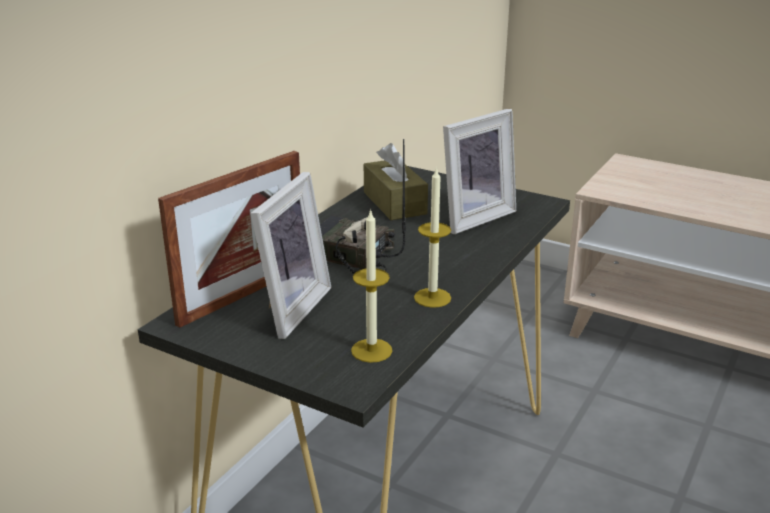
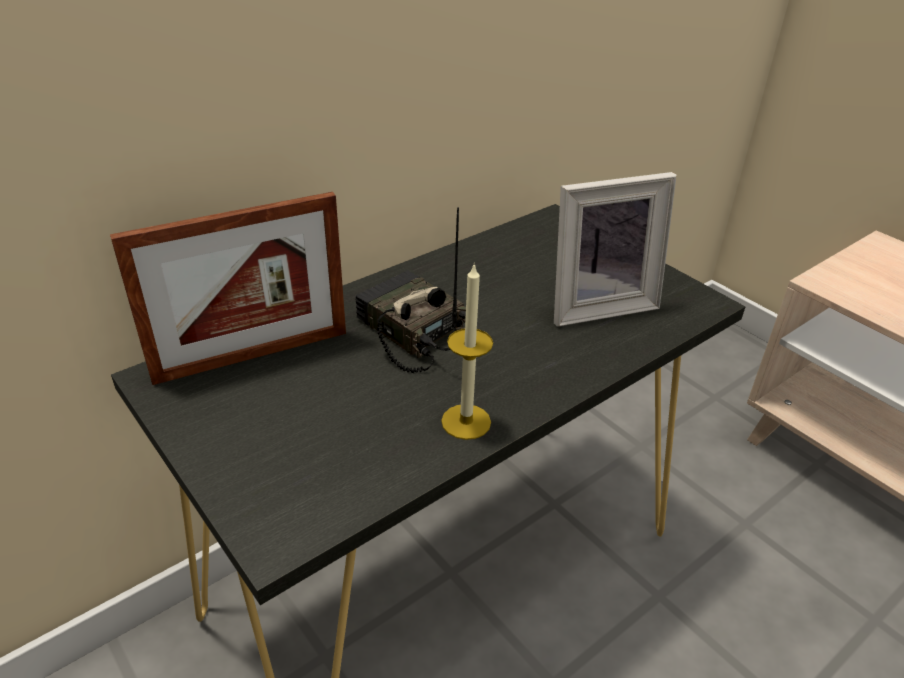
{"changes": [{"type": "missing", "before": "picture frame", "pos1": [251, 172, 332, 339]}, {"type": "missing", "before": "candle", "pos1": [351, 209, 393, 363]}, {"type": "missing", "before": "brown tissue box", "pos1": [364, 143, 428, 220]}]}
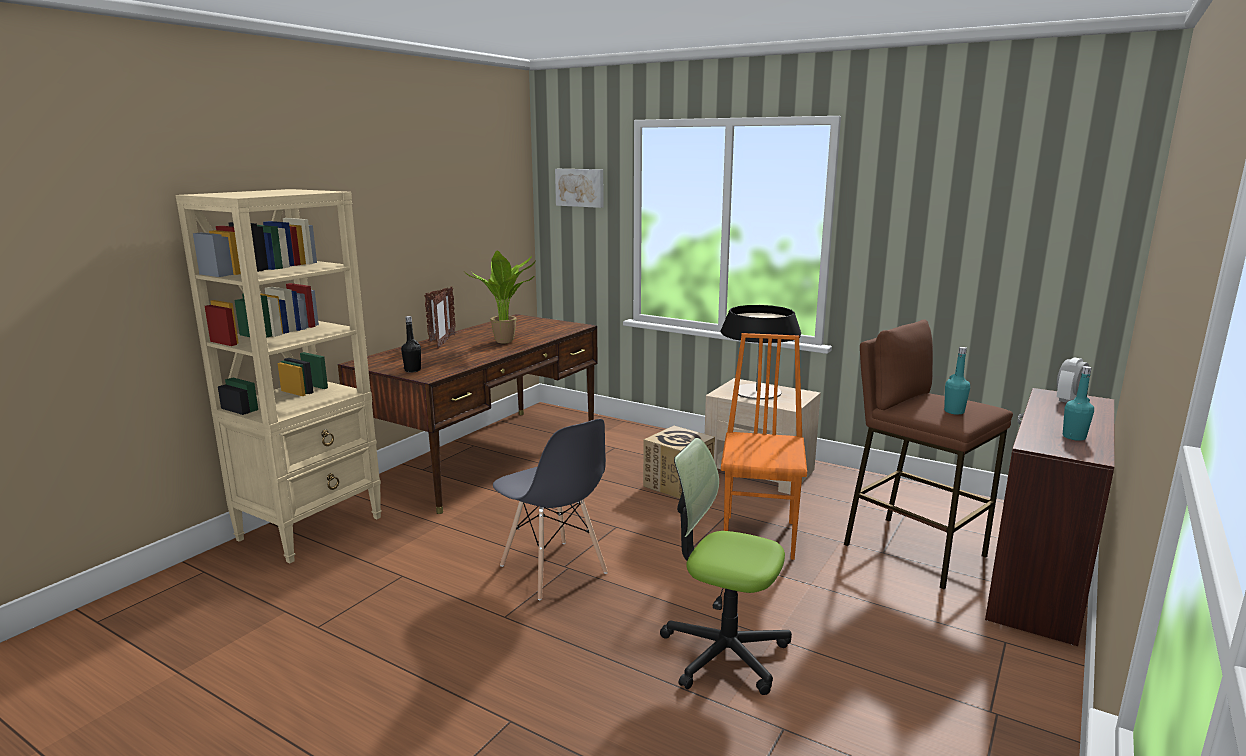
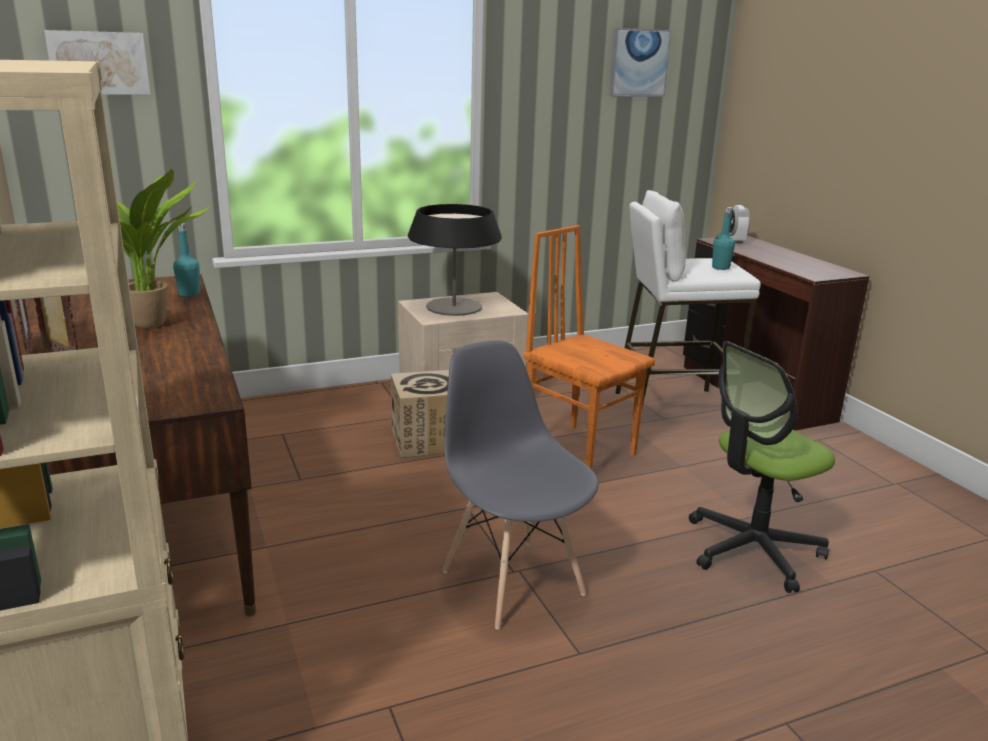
{"changes": [{"type": "relocated", "before": "turquoise bottle", "pos1": [1063, 366, 1094, 441], "pos2": [173, 223, 200, 297]}, {"type": "spun", "before": "grey chair", "pos1": [493, 419, 608, 600], "pos2": [443, 340, 599, 630], "turn": -120}, {"type": "appeared", "after": "picture", "pos2": [609, 28, 671, 97]}, {"type": "colour", "before": "brown stool", "after": "white stool", "pos1": [844, 320, 1013, 589], "pos2": [615, 190, 761, 407]}, {"type": "missing", "before": "black bottle", "pos1": [401, 316, 421, 373]}]}
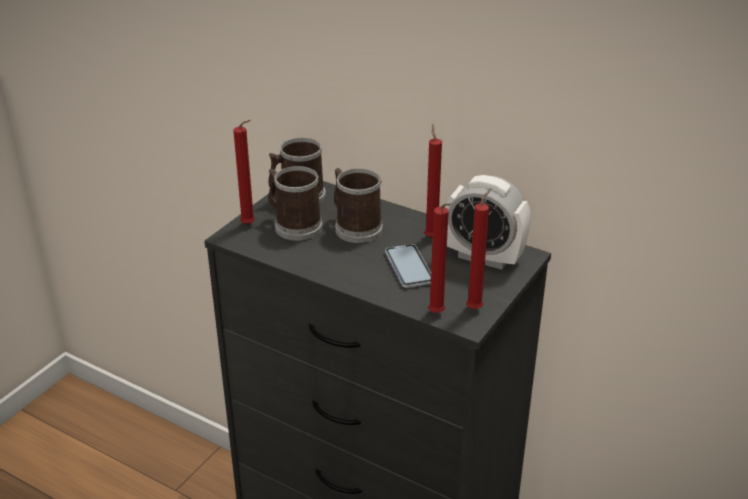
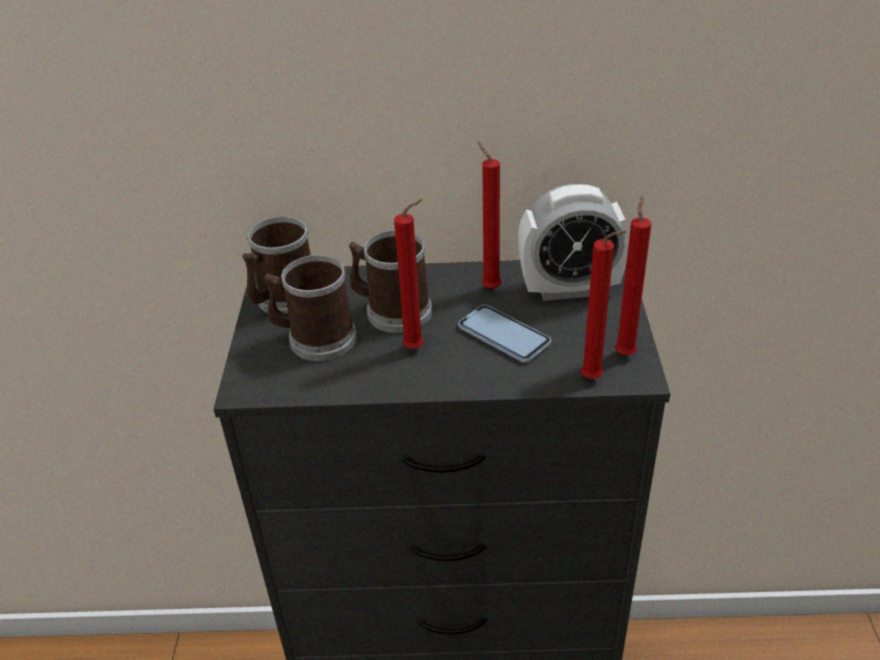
{"changes": [{"type": "relocated", "before": "red candle", "pos1": [233, 120, 255, 225], "pos2": [394, 199, 424, 349]}]}
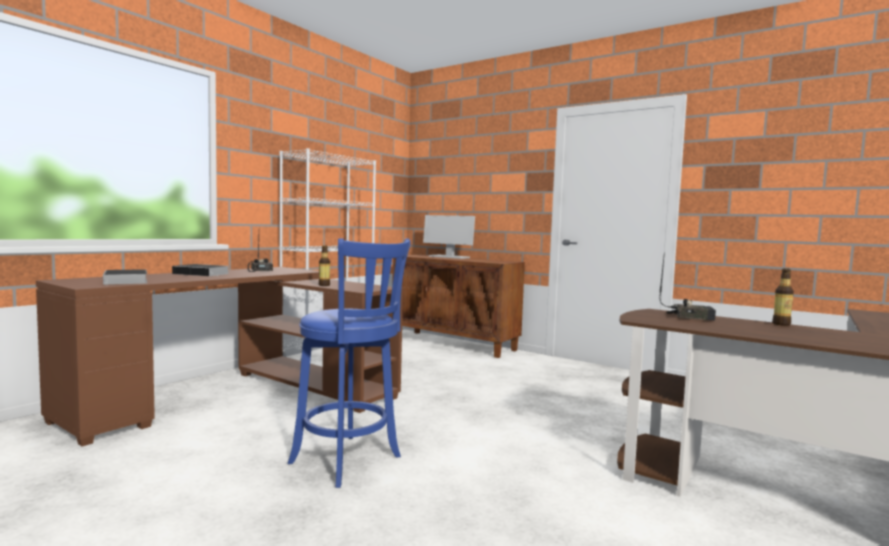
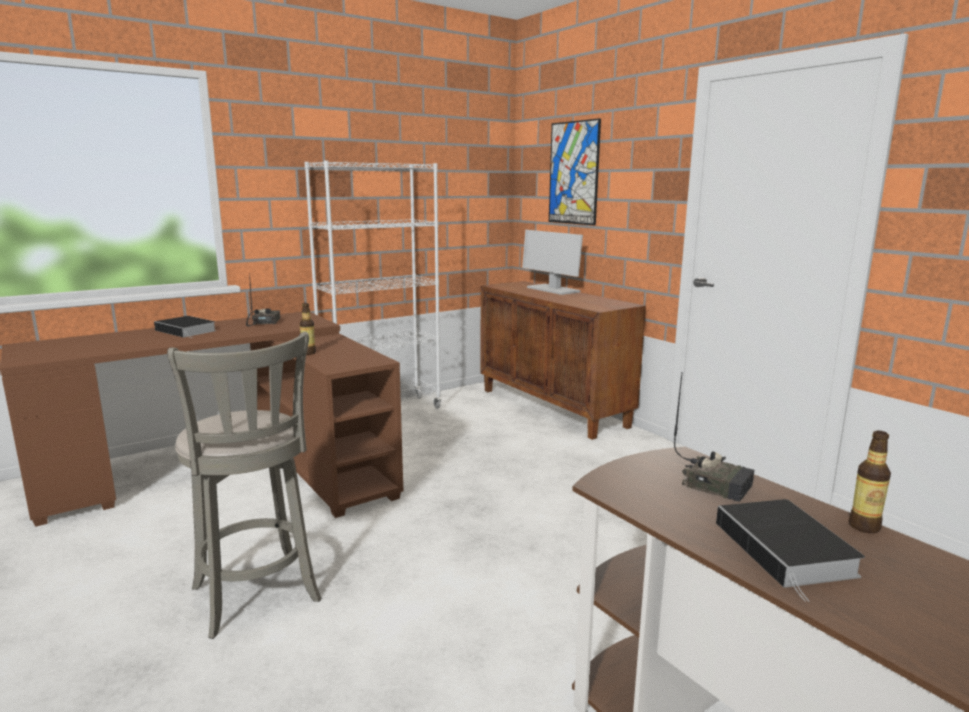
{"changes": [{"type": "colour", "before": "blue stool", "after": "grey stool", "pos1": [288, 238, 411, 488], "pos2": [167, 331, 321, 639]}, {"type": "appeared", "after": "picture", "pos2": [549, 118, 601, 225]}, {"type": "relocated", "before": "book", "pos1": [103, 269, 147, 285], "pos2": [716, 499, 865, 602]}]}
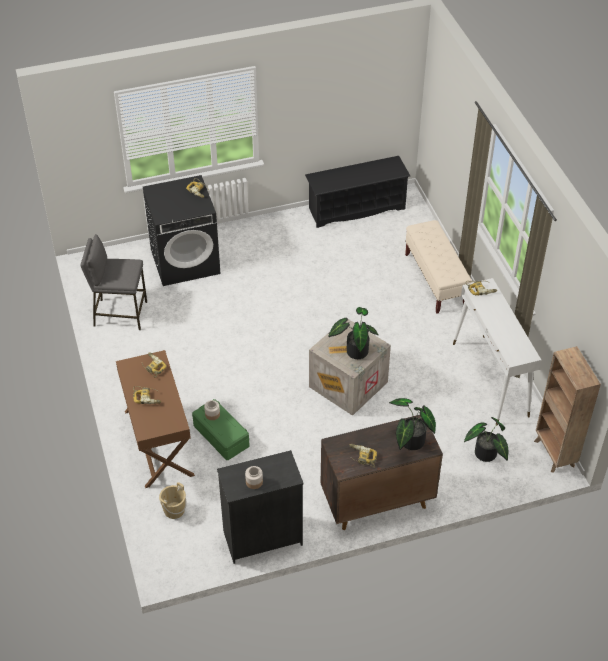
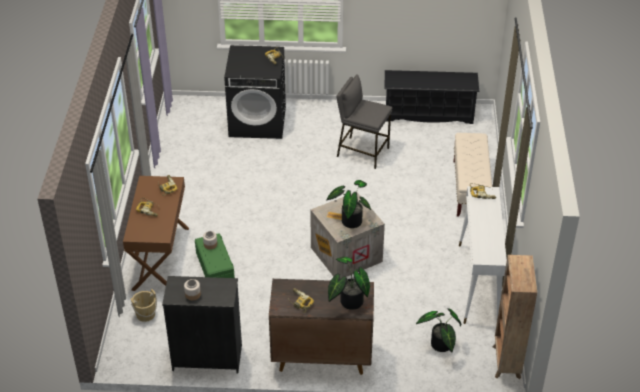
{"changes": [{"type": "relocated", "before": "grey stool", "pos1": [80, 234, 147, 330], "pos2": [336, 74, 392, 169]}]}
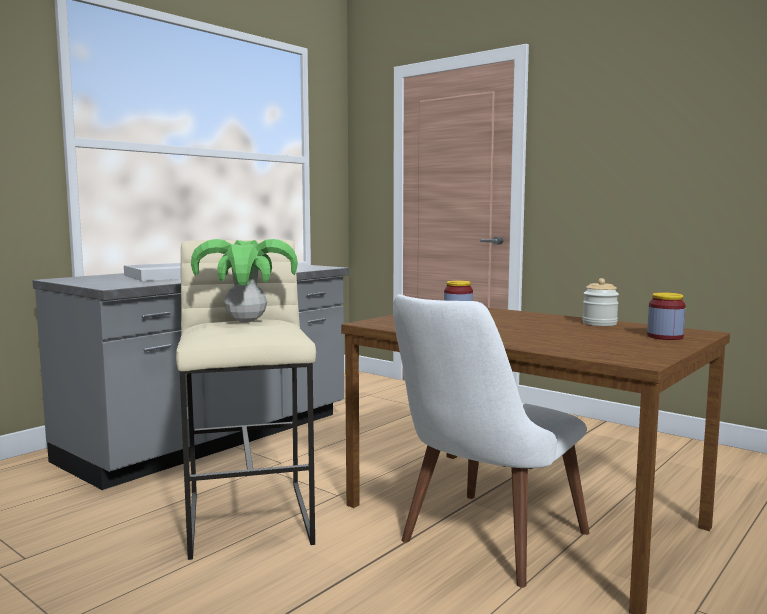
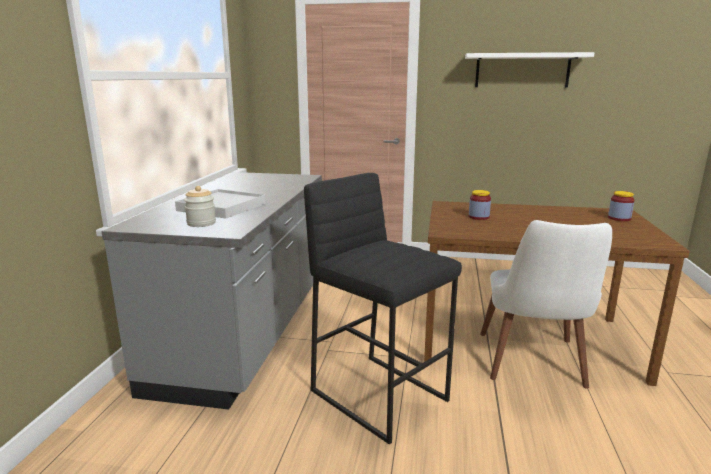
{"changes": [{"type": "relocated", "before": "jar", "pos1": [582, 278, 619, 326], "pos2": [184, 186, 216, 227]}, {"type": "colour", "before": "beige stool", "after": "black stool", "pos1": [176, 240, 316, 560], "pos2": [304, 173, 462, 445]}, {"type": "appeared", "after": "white shelf", "pos2": [465, 52, 595, 88]}, {"type": "missing", "before": "potted plant", "pos1": [191, 239, 298, 322]}]}
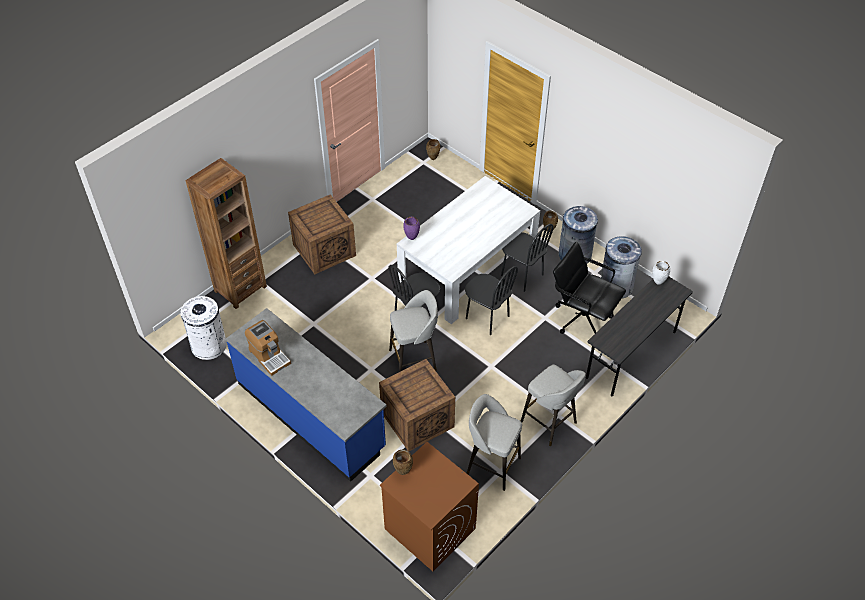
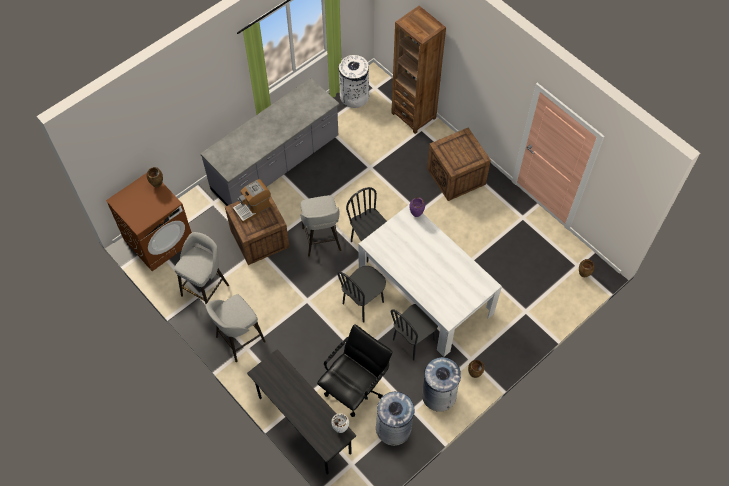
{"changes": [{"type": "colour", "before": "blue counter", "after": "grey counter", "pos1": [226, 308, 387, 482], "pos2": [200, 78, 339, 206]}, {"type": "relocated", "before": "coffee machine", "pos1": [245, 320, 291, 376], "pos2": [233, 179, 272, 223]}]}
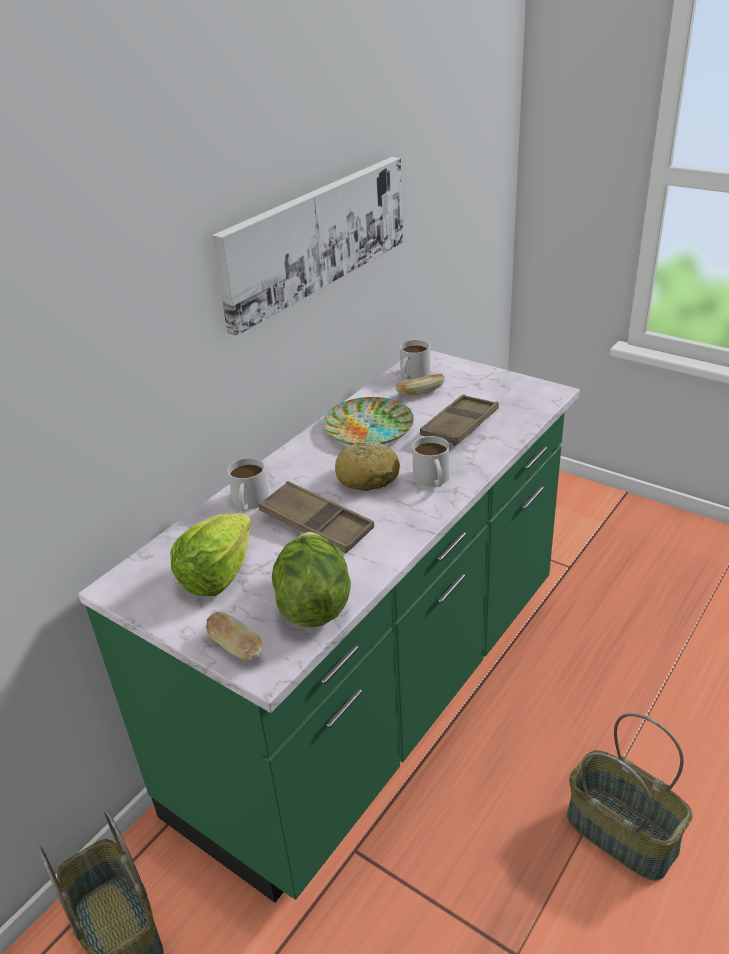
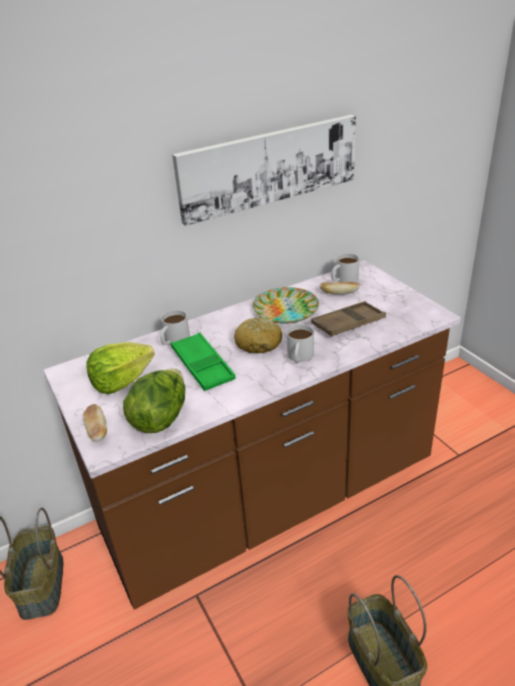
{"changes": [{"type": "colour", "before": "green counter", "after": "brown counter", "pos1": [78, 350, 580, 903], "pos2": [43, 260, 461, 610]}, {"type": "colour", "before": "brown tray", "after": "green tray", "pos1": [258, 481, 374, 554], "pos2": [171, 332, 236, 391]}]}
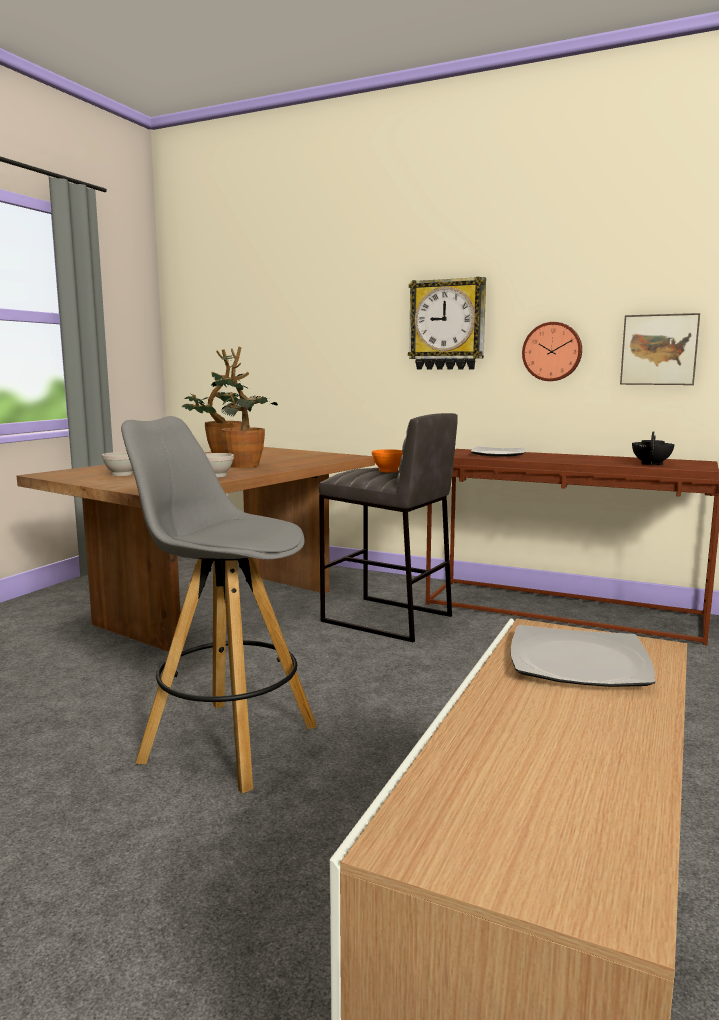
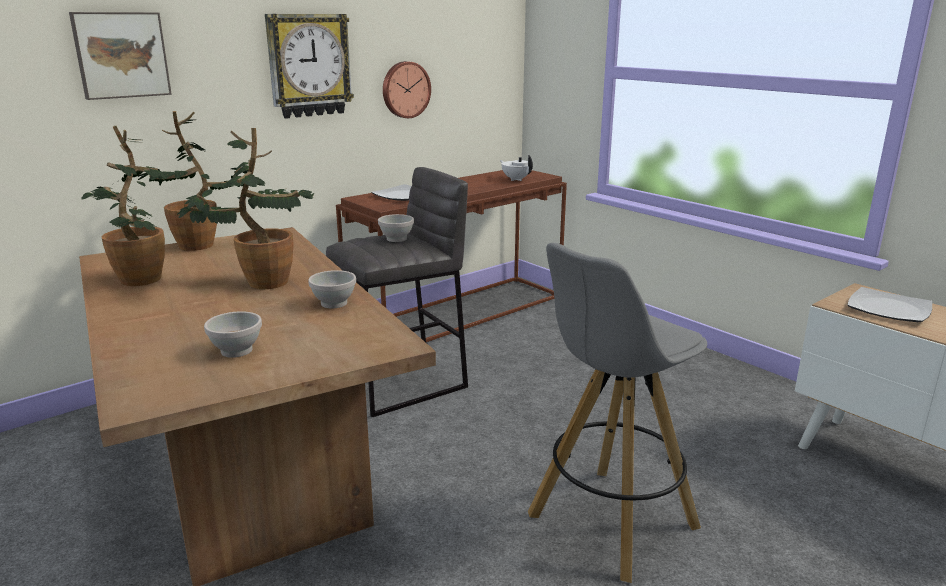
{"changes": [{"type": "relocated", "before": "picture", "pos1": [620, 313, 700, 385], "pos2": [69, 12, 172, 100]}, {"type": "appeared", "after": "potted plant", "pos2": [137, 111, 248, 251]}, {"type": "colour", "before": "orange bowl", "after": "white bowl", "pos1": [372, 449, 403, 473], "pos2": [378, 214, 414, 242]}, {"type": "colour", "before": "black teapot", "after": "white teapot", "pos1": [632, 431, 674, 466], "pos2": [500, 155, 533, 181]}]}
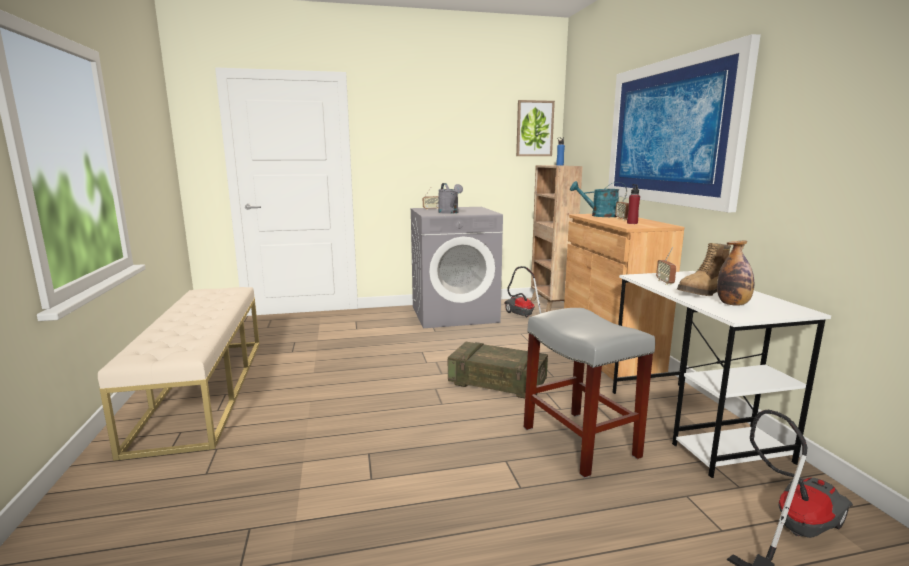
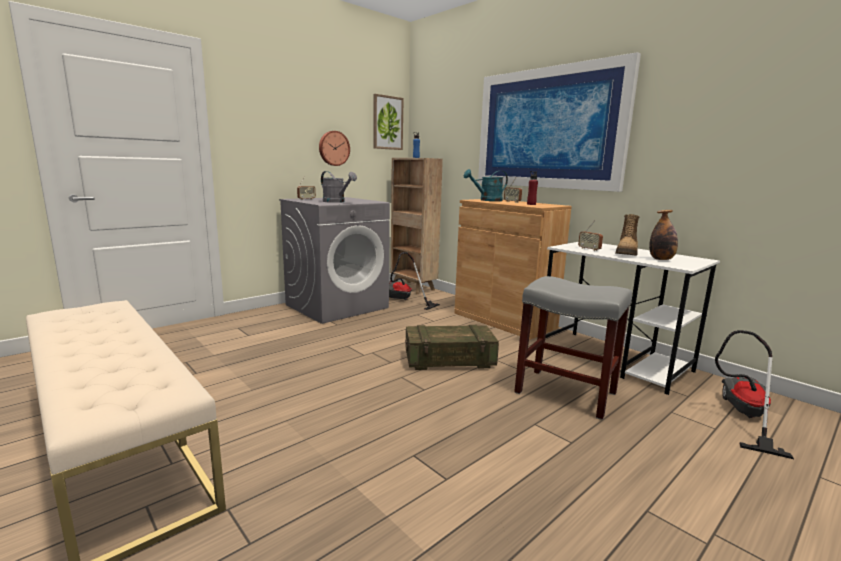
{"changes": [{"type": "appeared", "after": "wall clock", "pos2": [319, 131, 350, 166]}]}
